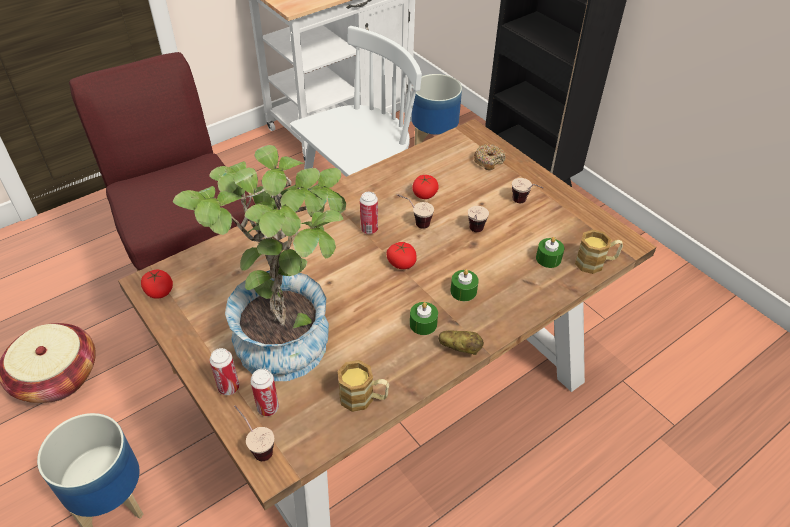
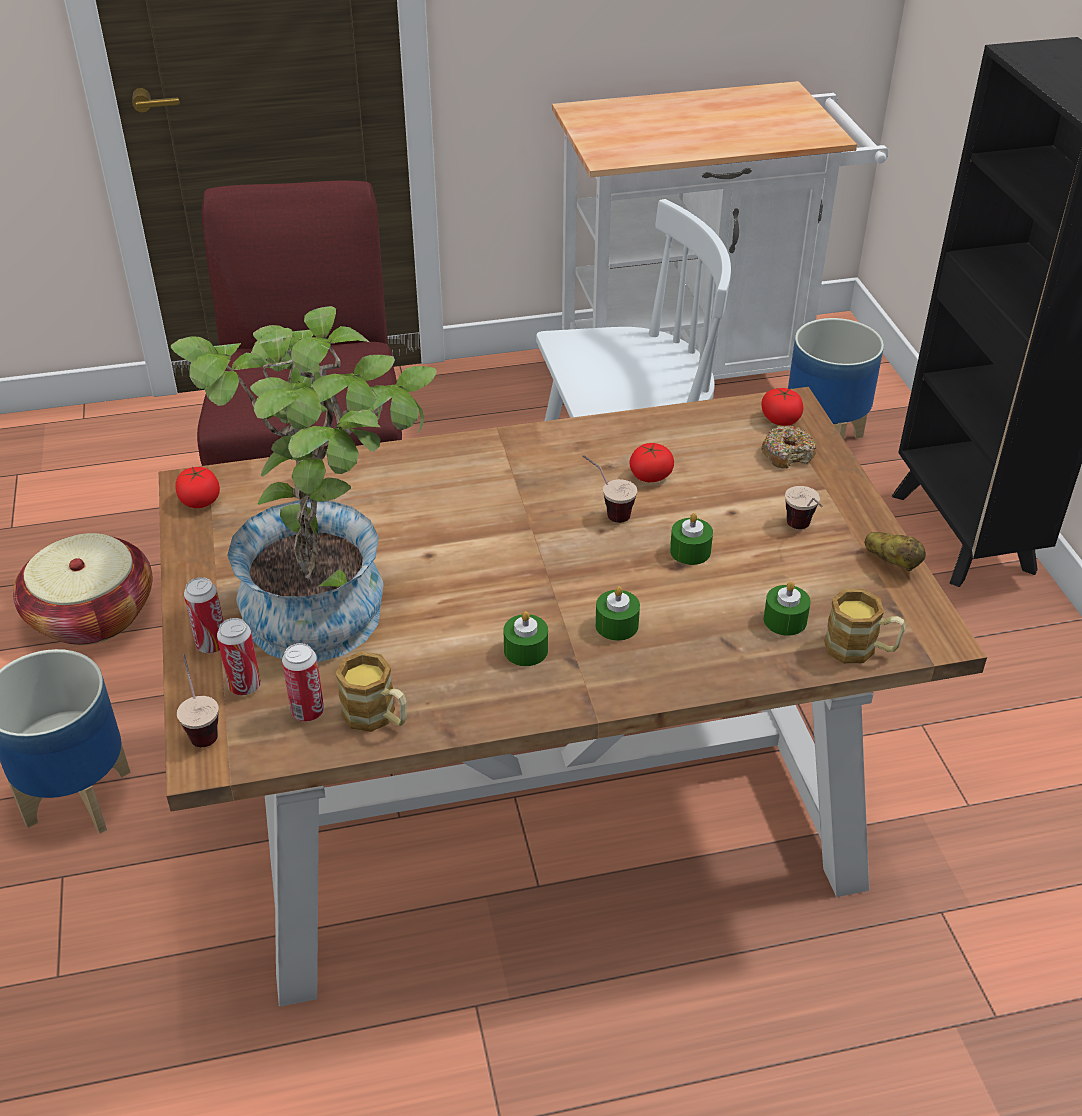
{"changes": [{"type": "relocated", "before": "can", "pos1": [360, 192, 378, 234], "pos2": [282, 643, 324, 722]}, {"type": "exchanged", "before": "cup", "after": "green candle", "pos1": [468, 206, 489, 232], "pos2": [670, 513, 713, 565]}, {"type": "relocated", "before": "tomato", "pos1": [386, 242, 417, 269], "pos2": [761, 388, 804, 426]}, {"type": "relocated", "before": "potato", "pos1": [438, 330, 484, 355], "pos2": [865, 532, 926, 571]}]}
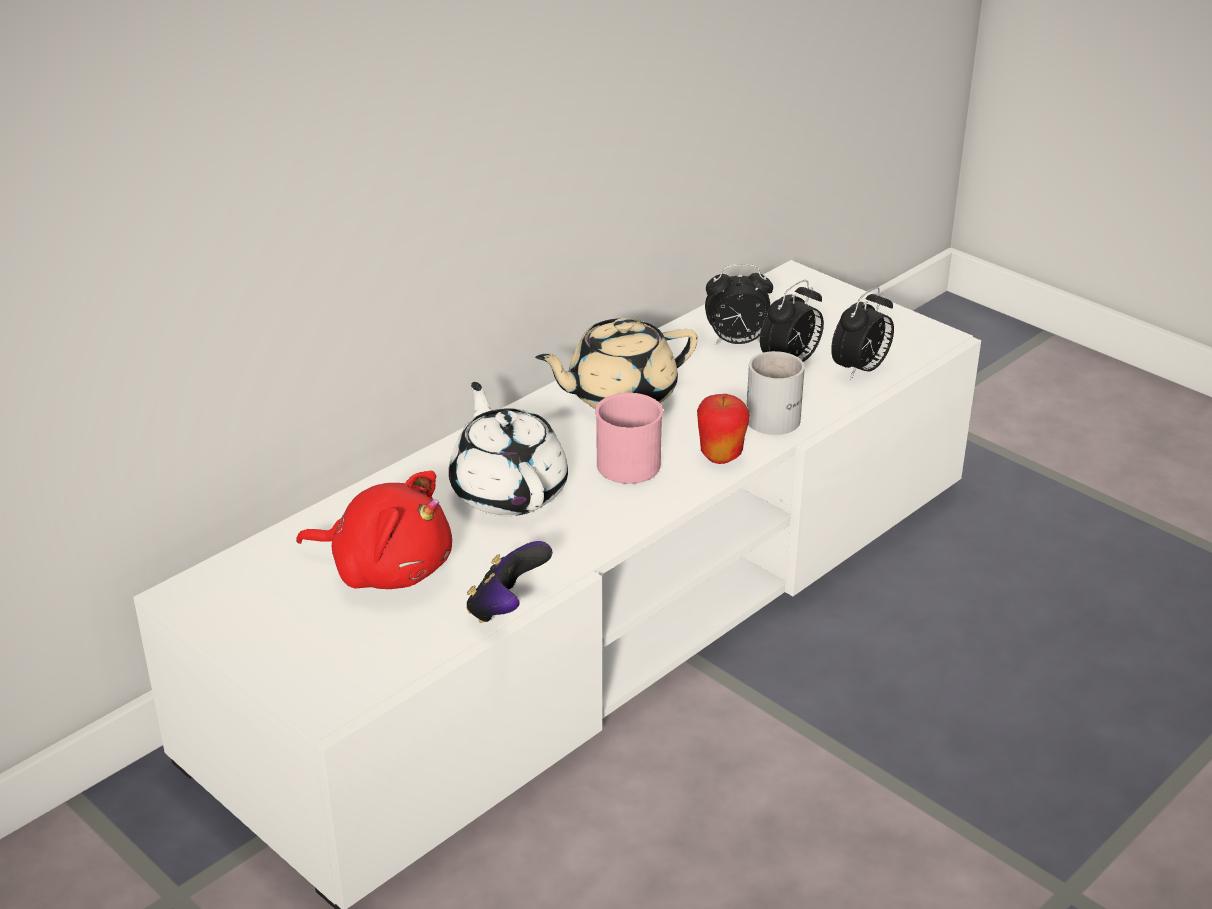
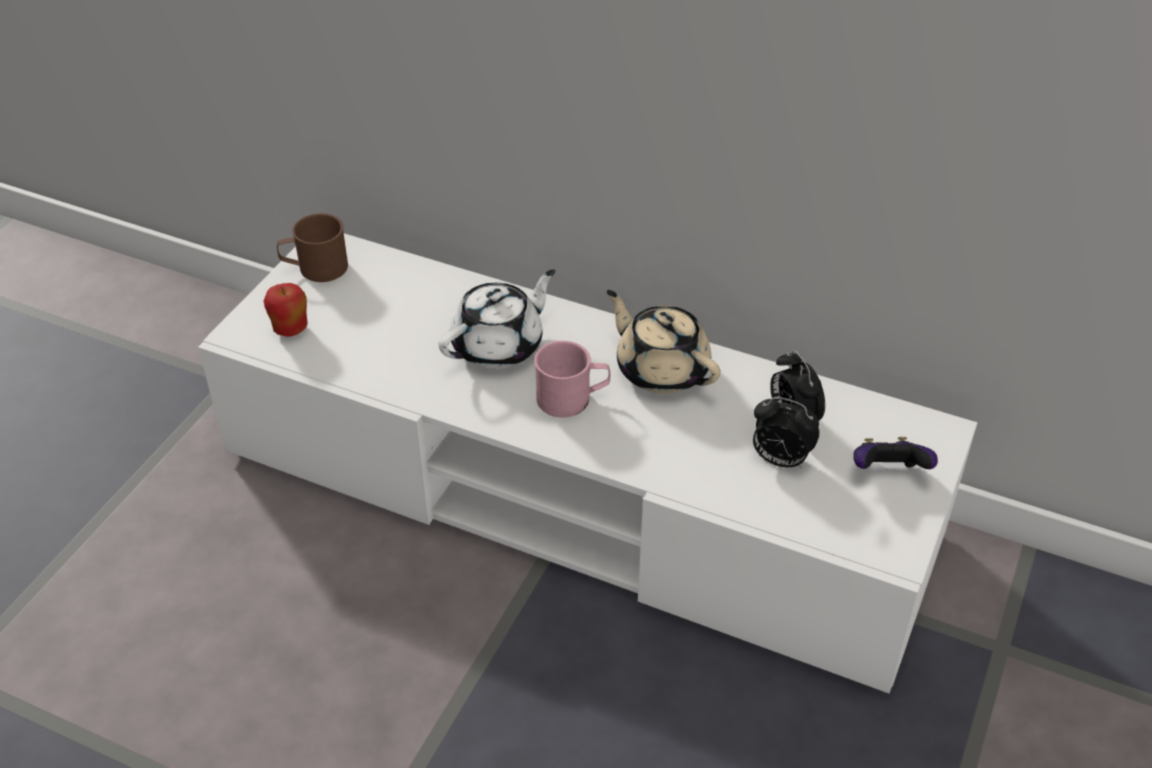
{"changes": [{"type": "relocated", "before": "apple", "pos1": [697, 394, 750, 464], "pos2": [264, 283, 308, 337]}, {"type": "appeared", "after": "brown mug", "pos2": [277, 213, 348, 282]}, {"type": "relocated", "before": "game controller", "pos1": [467, 541, 552, 623], "pos2": [853, 437, 938, 469]}, {"type": "missing", "before": "red plush toy", "pos1": [296, 471, 452, 589]}, {"type": "missing", "before": "white mug", "pos1": [747, 351, 805, 435]}, {"type": "missing", "before": "alarm clock", "pos1": [831, 287, 894, 380]}]}
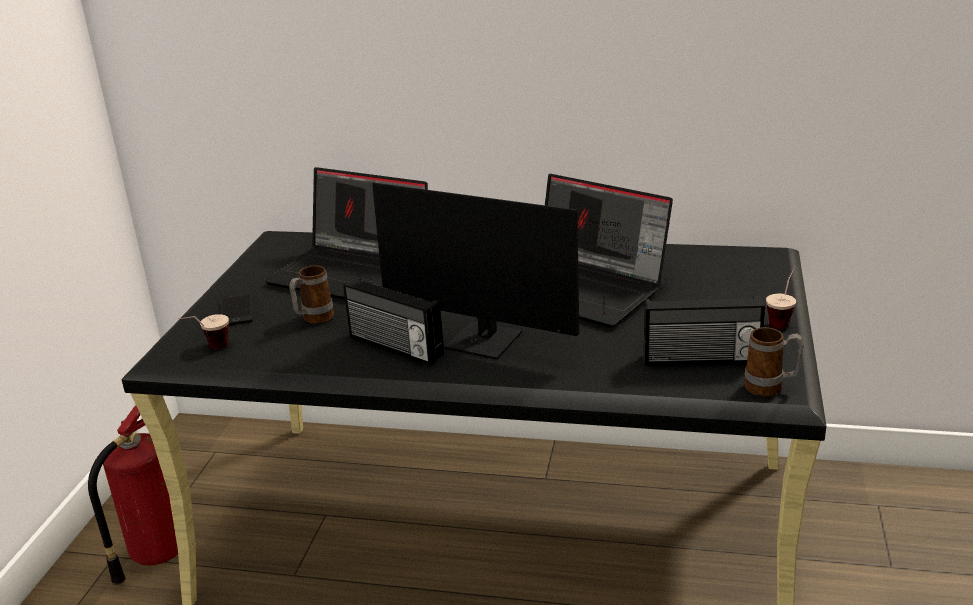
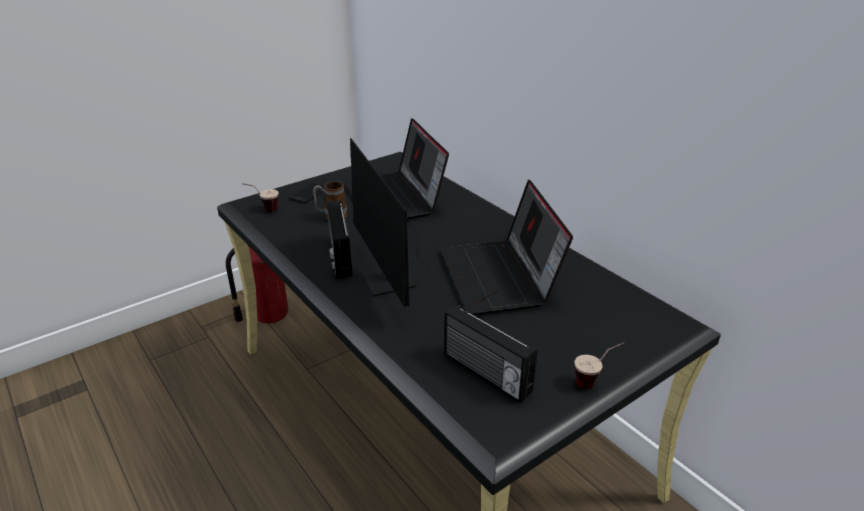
{"changes": [{"type": "missing", "before": "mug", "pos1": [744, 327, 804, 396]}]}
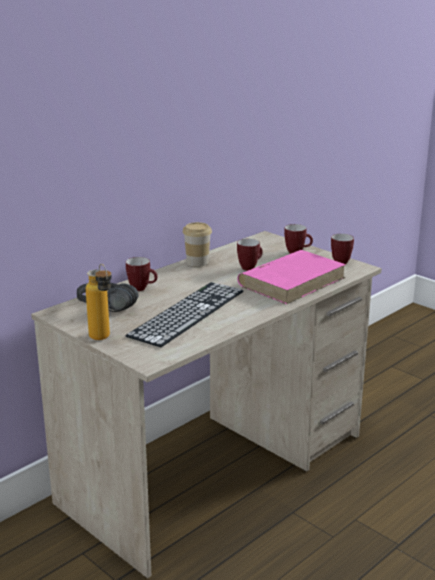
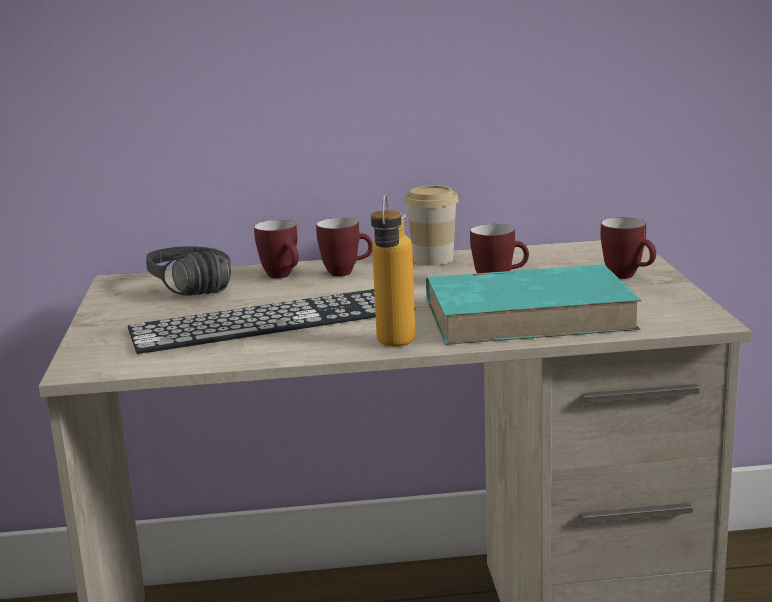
{"changes": [{"type": "relocated", "before": "mug", "pos1": [331, 234, 354, 264], "pos2": [316, 218, 373, 276]}, {"type": "relocated", "before": "bottle", "pos1": [86, 264, 112, 340], "pos2": [371, 195, 415, 346]}, {"type": "colour", "before": "pink book", "after": "turquoise book", "pos1": [237, 250, 346, 304], "pos2": [426, 264, 641, 345]}]}
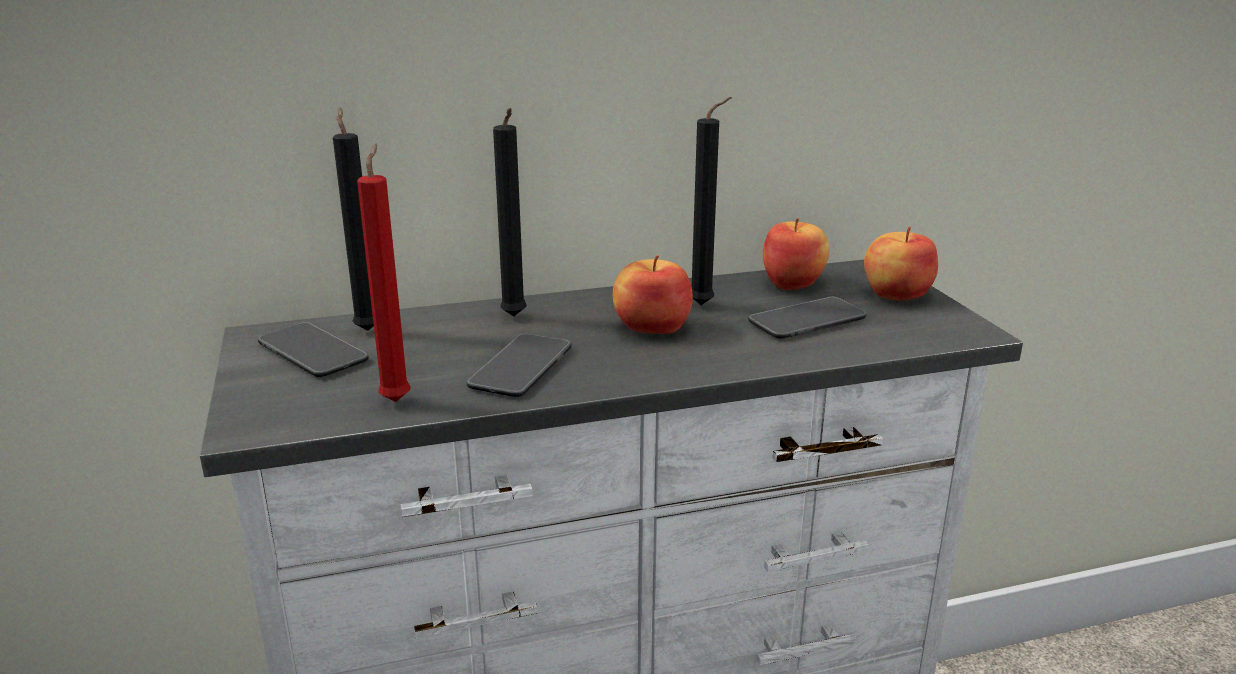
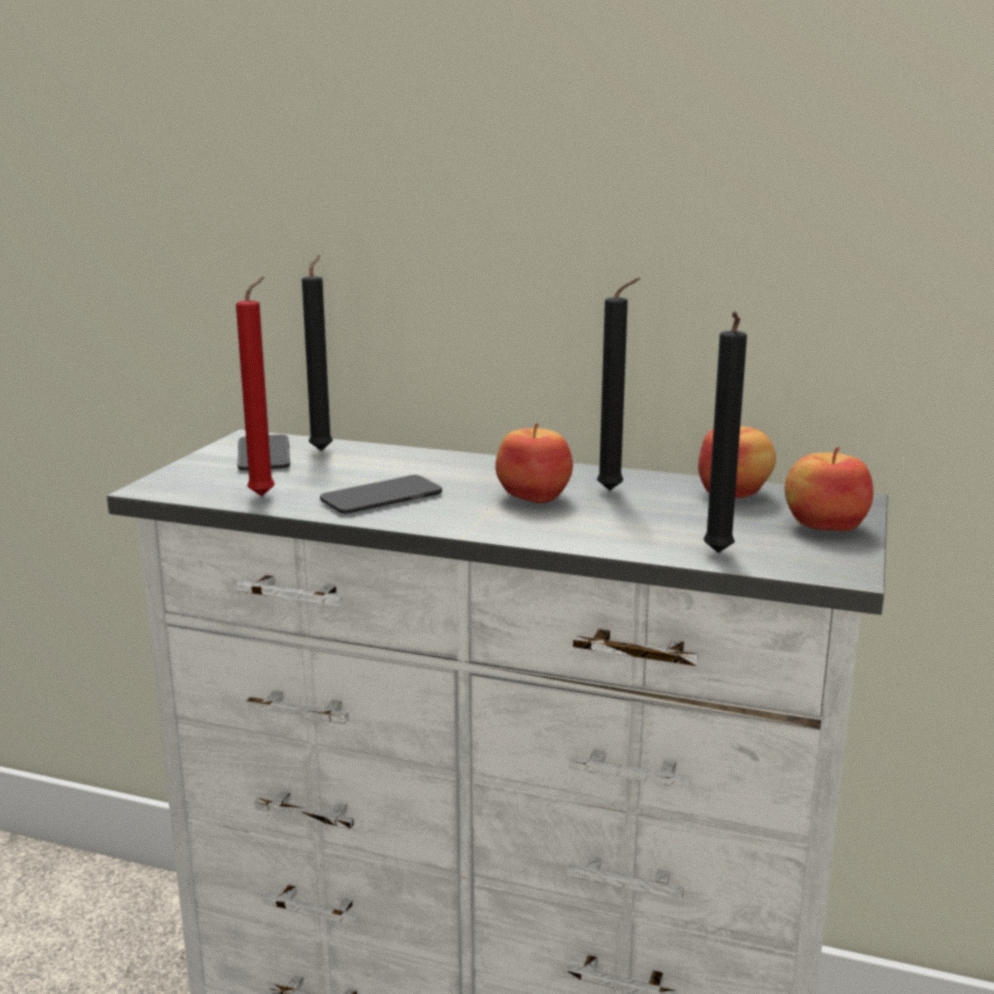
{"changes": [{"type": "relocated", "before": "black candle", "pos1": [493, 108, 526, 316], "pos2": [703, 311, 747, 553]}, {"type": "missing", "before": "phone", "pos1": [748, 297, 866, 339]}]}
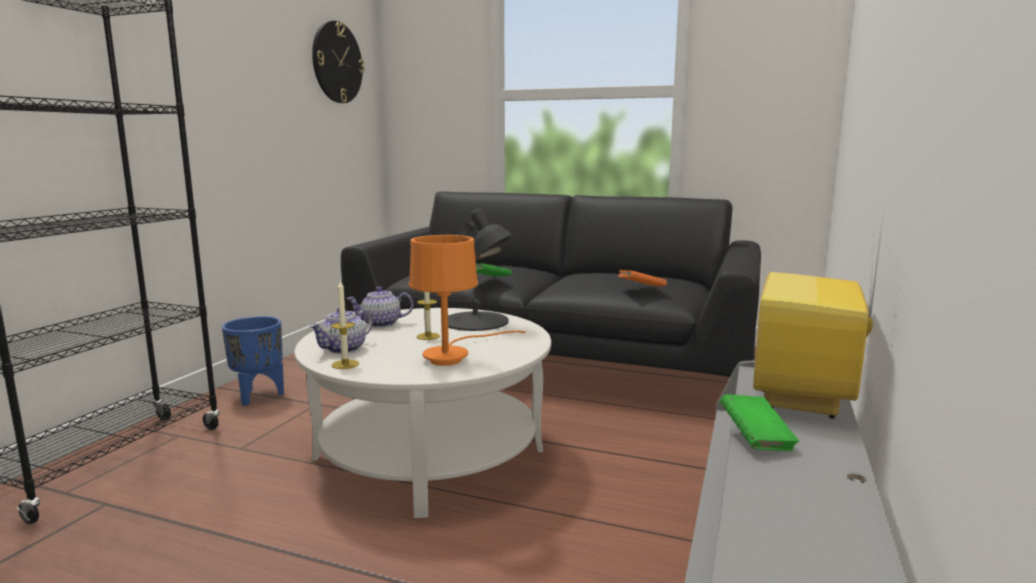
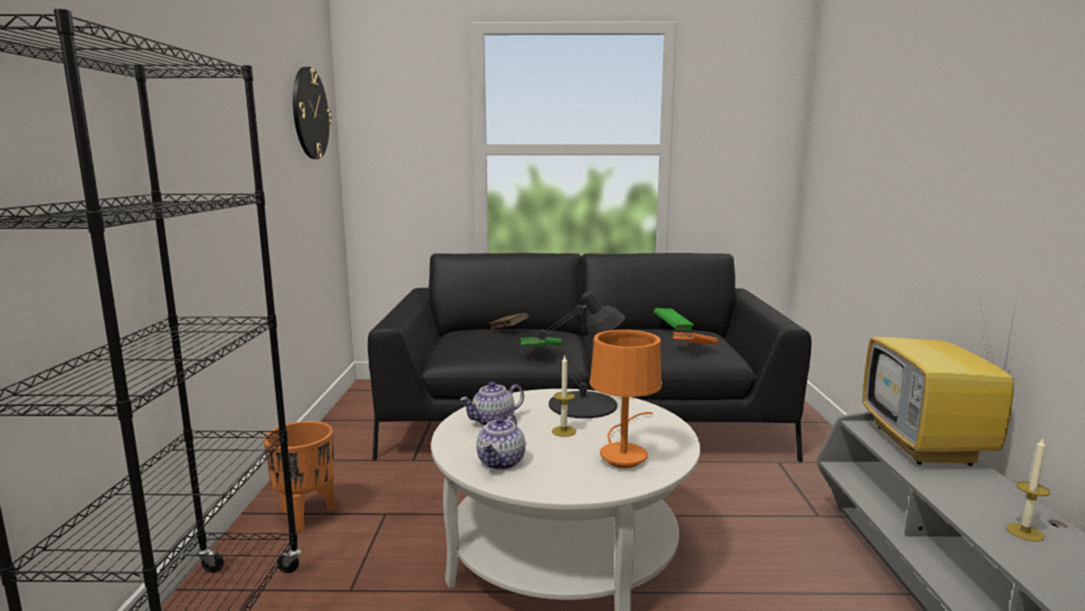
{"changes": [{"type": "colour", "before": "blue planter", "after": "orange planter", "pos1": [222, 316, 284, 406], "pos2": [263, 421, 335, 532]}, {"type": "relocated", "before": "green book", "pos1": [720, 394, 799, 451], "pos2": [654, 308, 694, 330]}, {"type": "relocated", "before": "candle", "pos1": [331, 281, 359, 369], "pos2": [1006, 438, 1050, 542]}]}
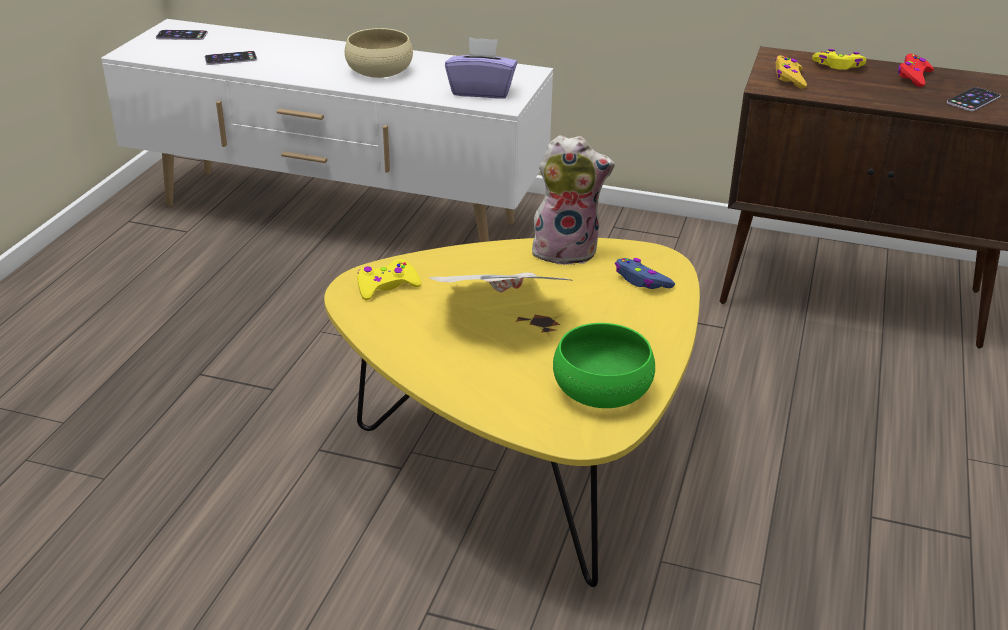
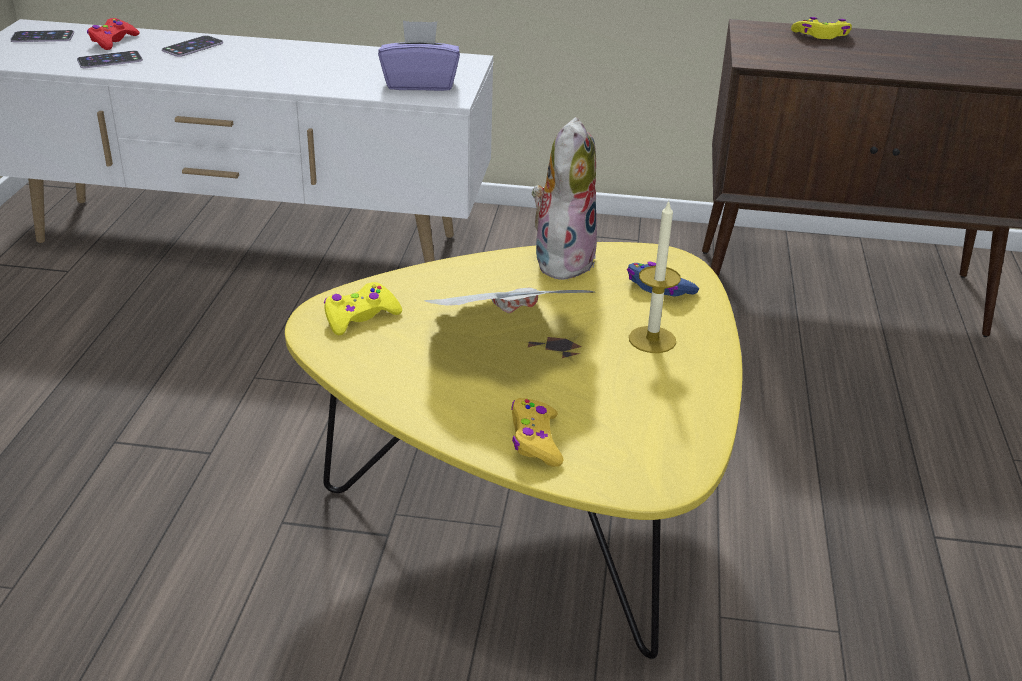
{"changes": [{"type": "relocated", "before": "red game controller", "pos1": [898, 54, 934, 87], "pos2": [87, 18, 140, 50]}, {"type": "relocated", "before": "phone", "pos1": [947, 87, 1001, 111], "pos2": [162, 36, 223, 57]}, {"type": "relocated", "before": "yellow game controller", "pos1": [775, 55, 807, 89], "pos2": [511, 398, 563, 467]}, {"type": "spun", "before": "plush toy", "pos1": [532, 135, 615, 265], "pos2": [532, 117, 597, 280], "turn": -60}, {"type": "appeared", "after": "candle", "pos2": [629, 201, 681, 353]}, {"type": "missing", "before": "beige bowl", "pos1": [345, 28, 413, 78]}, {"type": "missing", "before": "green bowl", "pos1": [553, 323, 655, 408]}]}
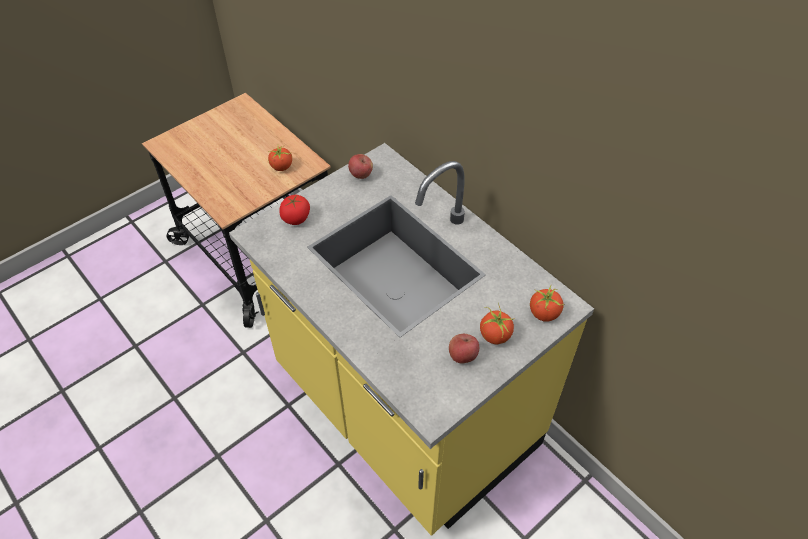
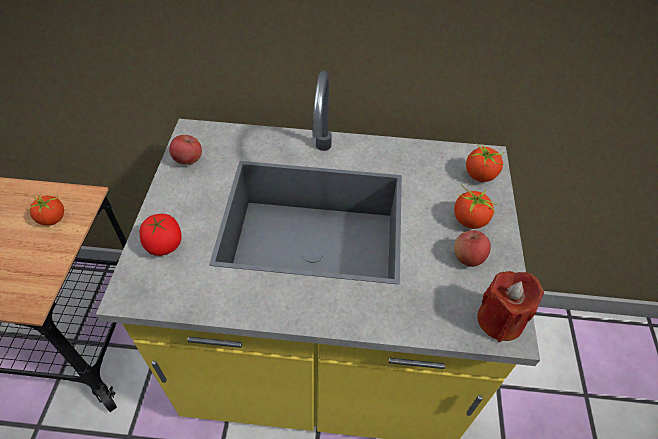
{"changes": [{"type": "appeared", "after": "red candle", "pos2": [477, 271, 544, 342]}]}
